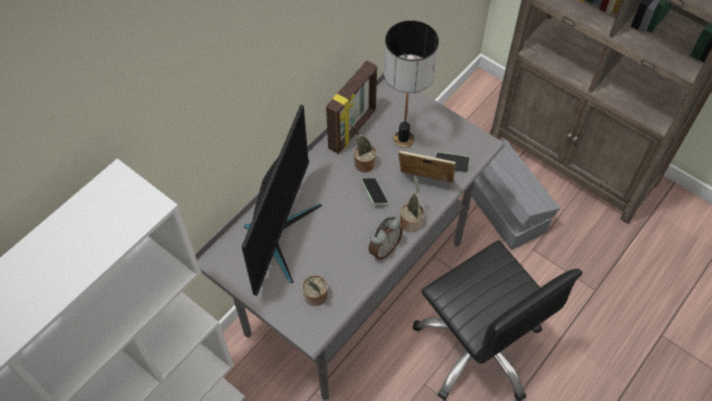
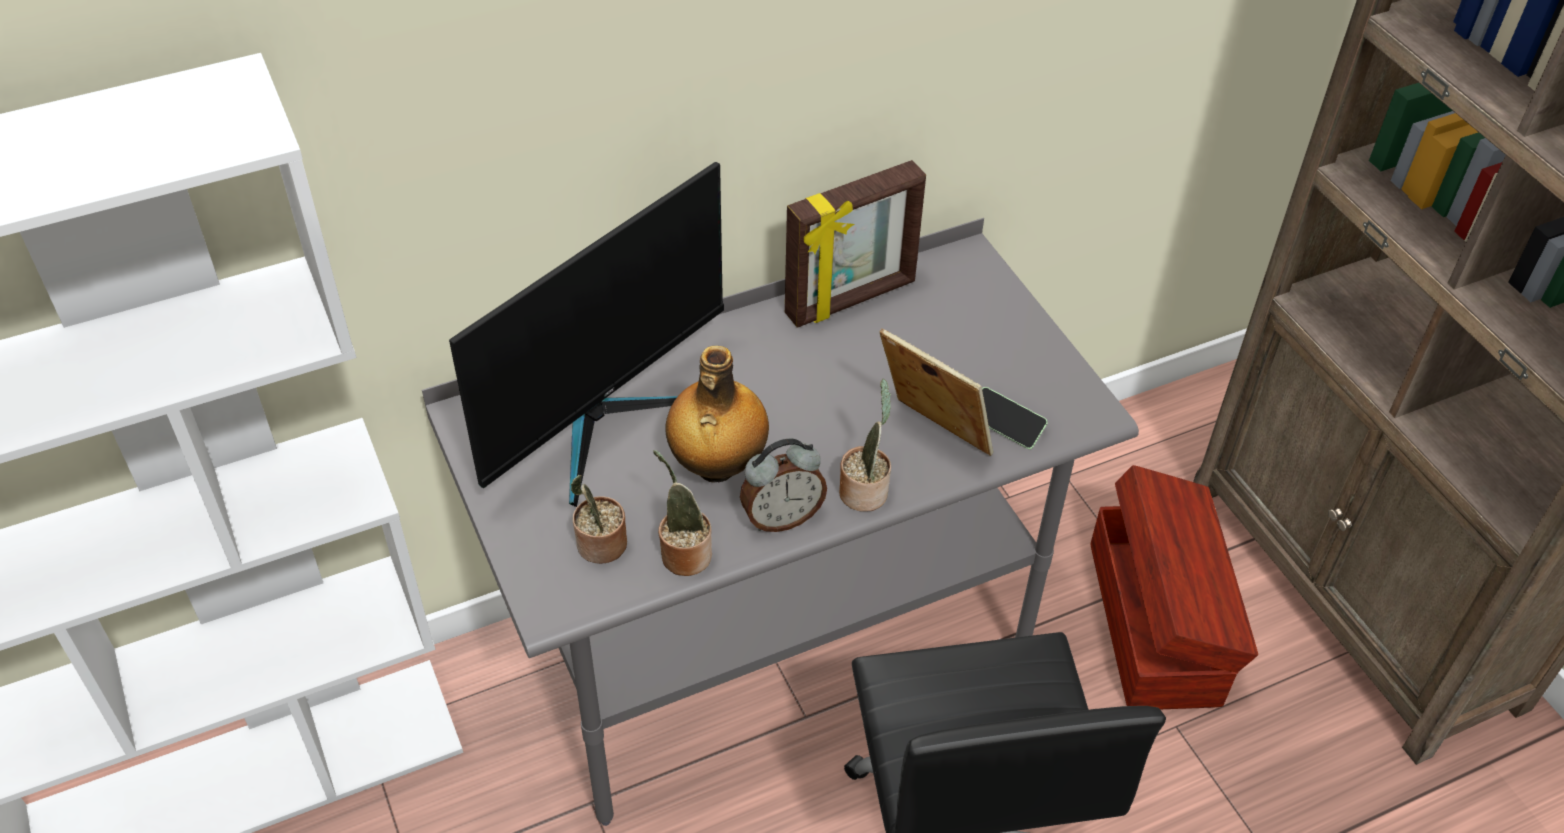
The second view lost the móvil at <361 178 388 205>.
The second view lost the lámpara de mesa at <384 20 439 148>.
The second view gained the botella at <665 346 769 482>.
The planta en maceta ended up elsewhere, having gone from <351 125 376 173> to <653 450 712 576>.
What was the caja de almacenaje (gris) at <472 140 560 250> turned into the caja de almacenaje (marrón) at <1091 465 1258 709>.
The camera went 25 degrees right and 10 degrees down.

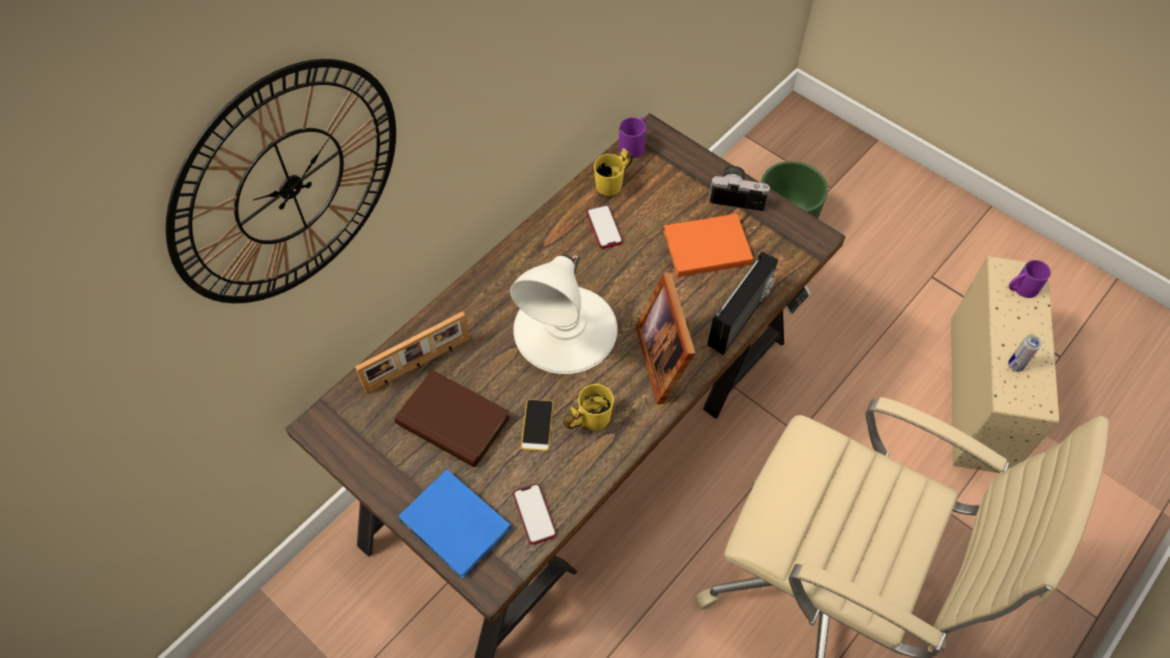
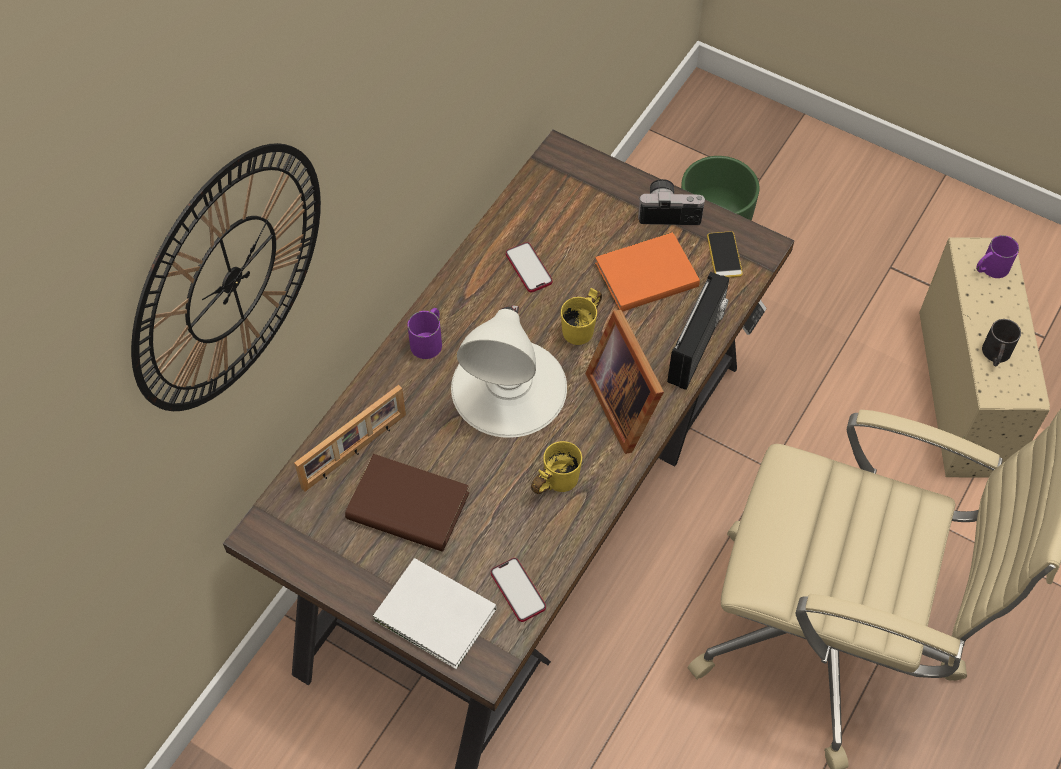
The móvil ended up elsewhere, having gone from <521 399 554 452> to <707 231 743 278>.
The taza grande (amarillo) ended up elsewhere, having gone from <594 148 633 196> to <561 288 602 345>.
The taza grande (morado) ended up elsewhere, having gone from <619 117 646 158> to <407 308 442 359>.
Where the lata stood at <1008 335 1042 372>, the taza grande (negro) came to stand at <982 319 1021 366>.
What was the libro (azul) at <398 469 511 579> turned into the libro (blanco) at <373 558 496 669>.
The camera went 10 degrees left and 0 degrees up.

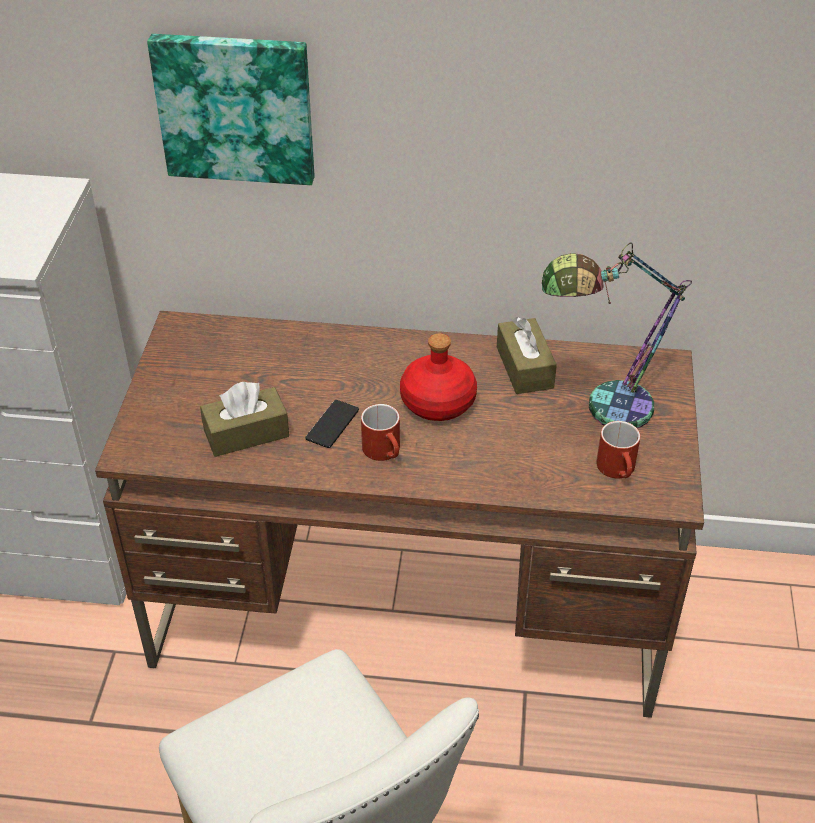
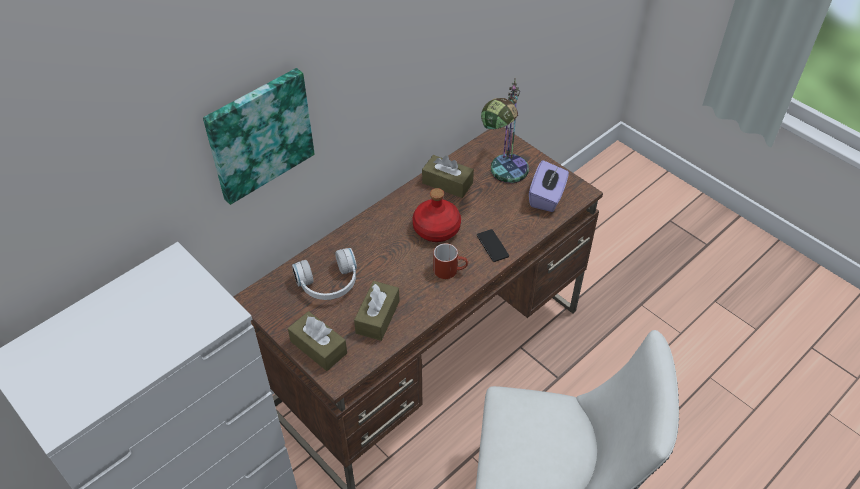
The second view gained the caja de pañuelos (marrón) at <288 311 347 371>.
The second view gained the auriculares (blanco) at <292 248 357 300>.
The móvil ended up elsewhere, having gone from <305 400 359 448> to <477 229 509 262>.
Where the taza grande (rojo) stood at <596 421 640 479>, the caja de pañuelos (morado) came to stand at <529 160 569 212>.
The camera went 50 degrees left and 5 degrees up.

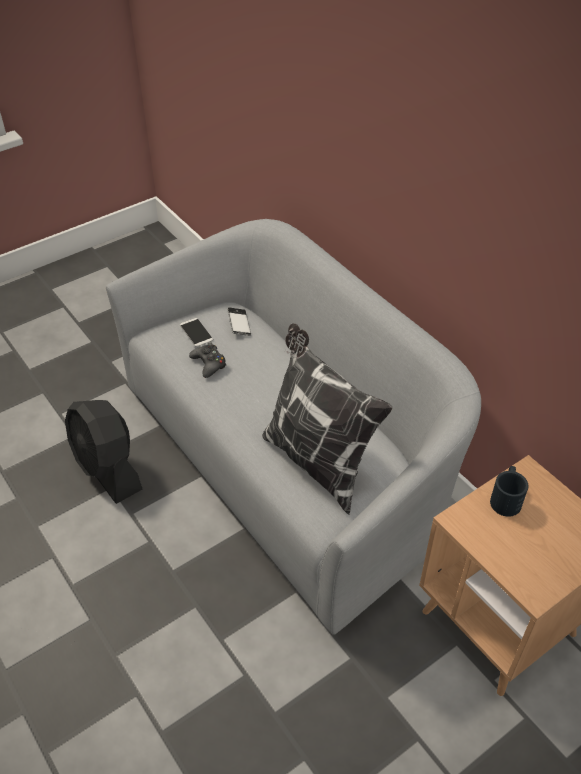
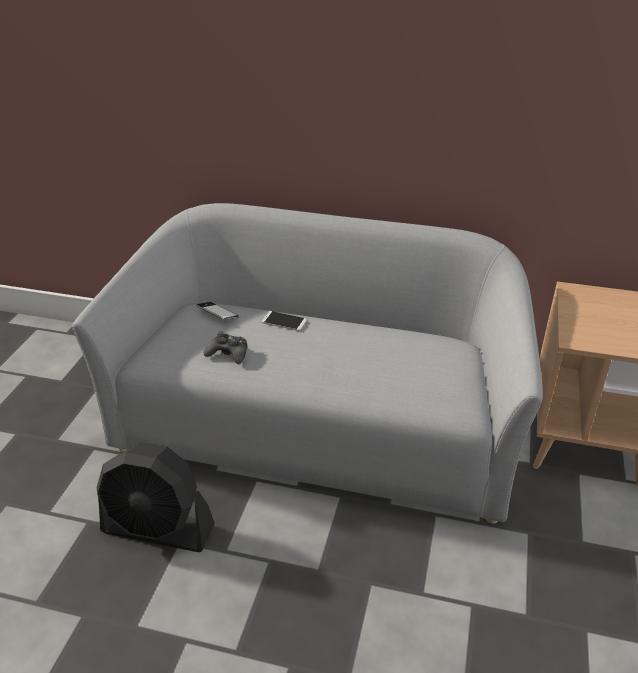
The second view lost the cojín at <262 323 393 514>.
The second view lost the taza grande (negro) at <490 466 529 517>.
The móvil ended up elsewhere, having gone from <180 318 213 347> to <262 311 307 331>.
The camera went 40 degrees left and 10 degrees down.

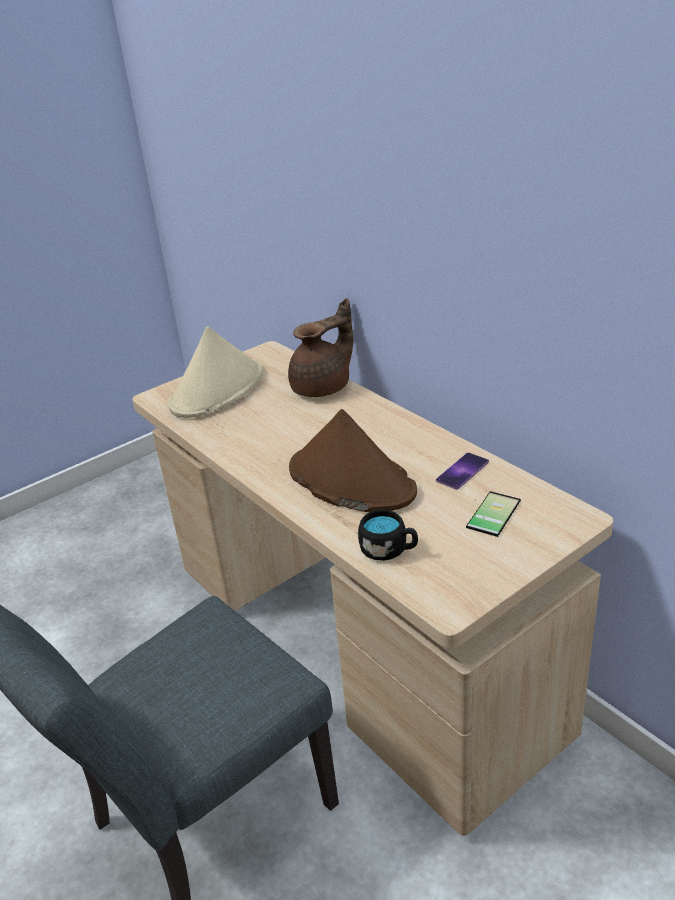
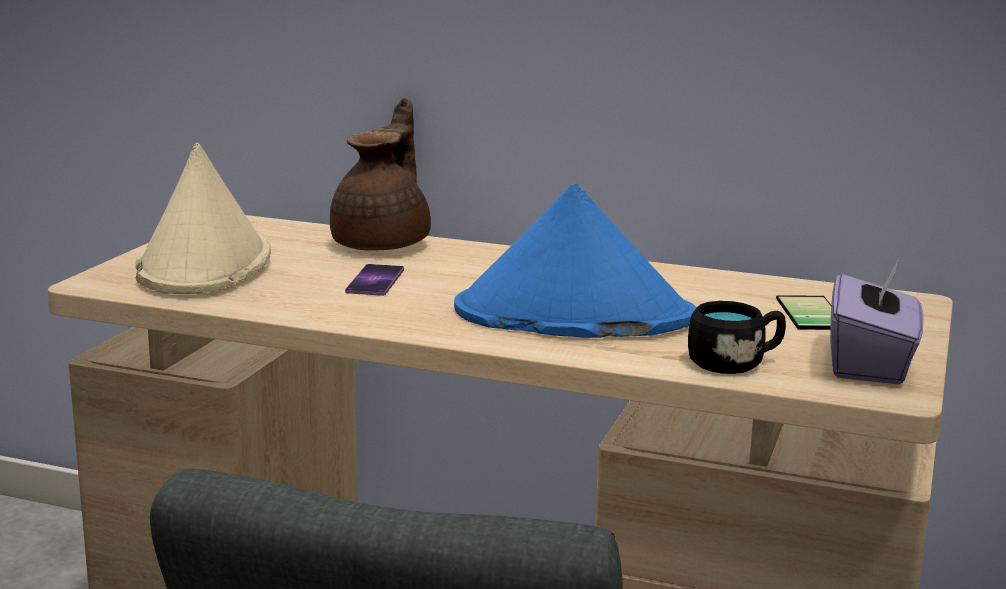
The second view gained the caja de pañuelos (morado) at <830 259 924 385>.
The móvil ended up elsewhere, having gone from <436 453 489 490> to <345 264 404 296>.
What was the sombrero (marrón) at <289 409 417 512> turned into the sombrero (azul) at <454 183 697 338>.
The camera went 35 degrees left and 15 degrees down.

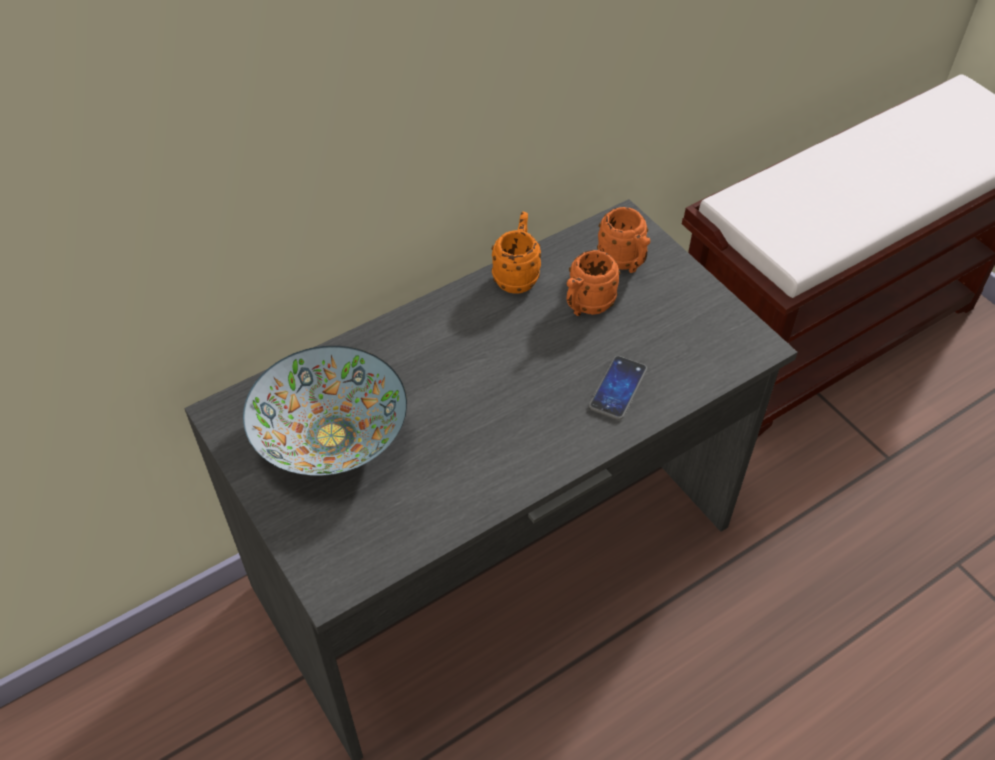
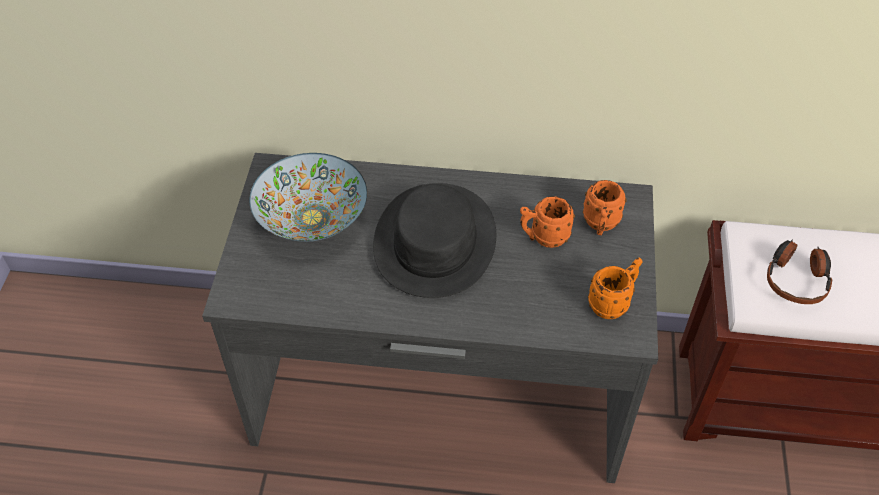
The second view lost the móvil at <589 356 647 420>.
The second view gained the sombrero (negro) at <373 183 496 298>.
The second view gained the auriculares at <767 239 832 304>.
The taza grande (naranja) ended up elsewhere, having gone from <492 212 541 293> to <588 258 643 319>.
The camera went 40 degrees right and 0 degrees up.

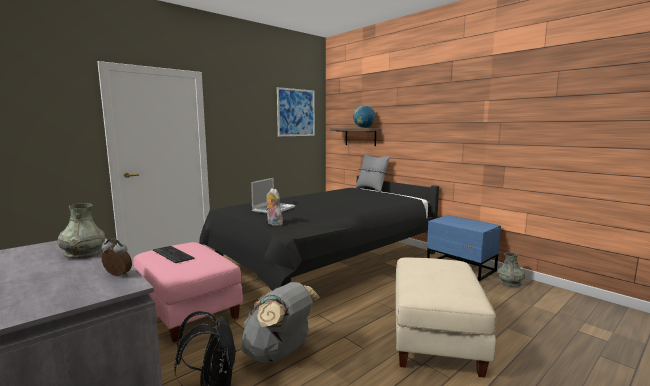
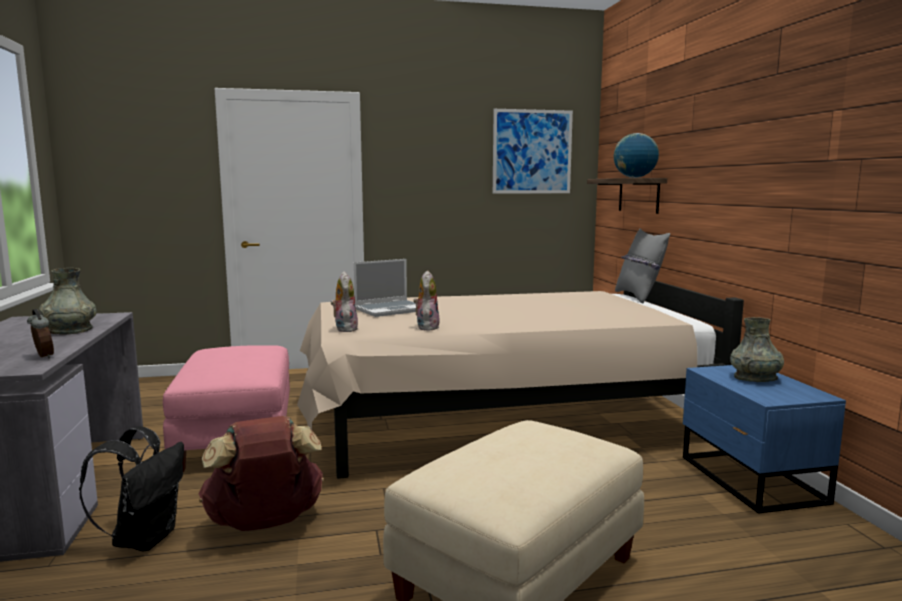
The second view lost the teclado at <153 246 195 263>.
The second view gained the peluche at <413 270 440 331>.
The florero (gris) ended up elsewhere, having gone from <497 252 525 287> to <730 317 784 382>.
What was the cama (negro) at <199 176 439 291> turned into the cama (beis) at <297 281 744 479>.
What was the mochila (gris) at <241 282 320 363> turned into the mochila (marrón) at <199 416 324 531>.
The camera went 30 degrees right and 0 degrees up.

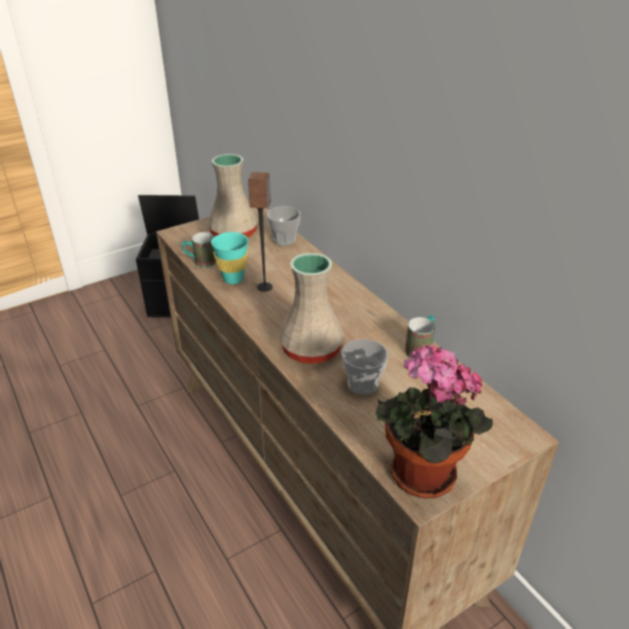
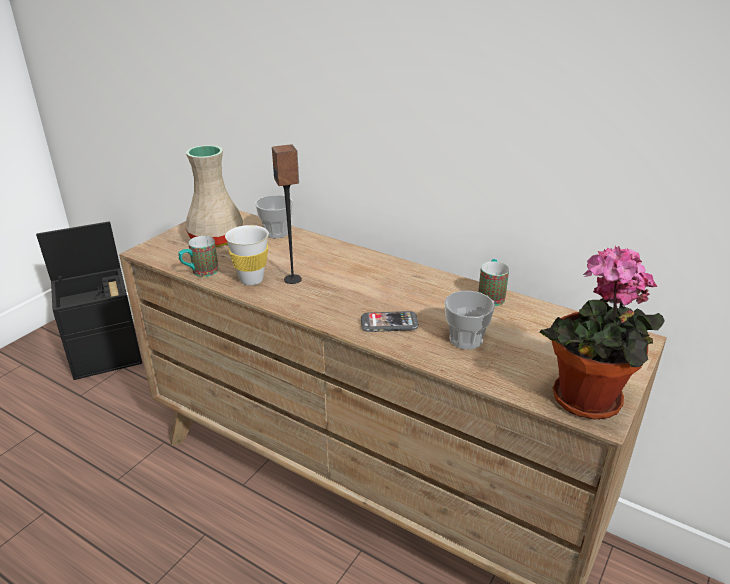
Where the florero (beis) stood at <279 253 344 364>, the móvil came to stand at <361 311 419 332>.
What was the taza (turquesa) at <211 232 249 284> turned into the taza (blanco) at <225 225 269 285>.
The camera went 25 degrees left and 5 degrees down.

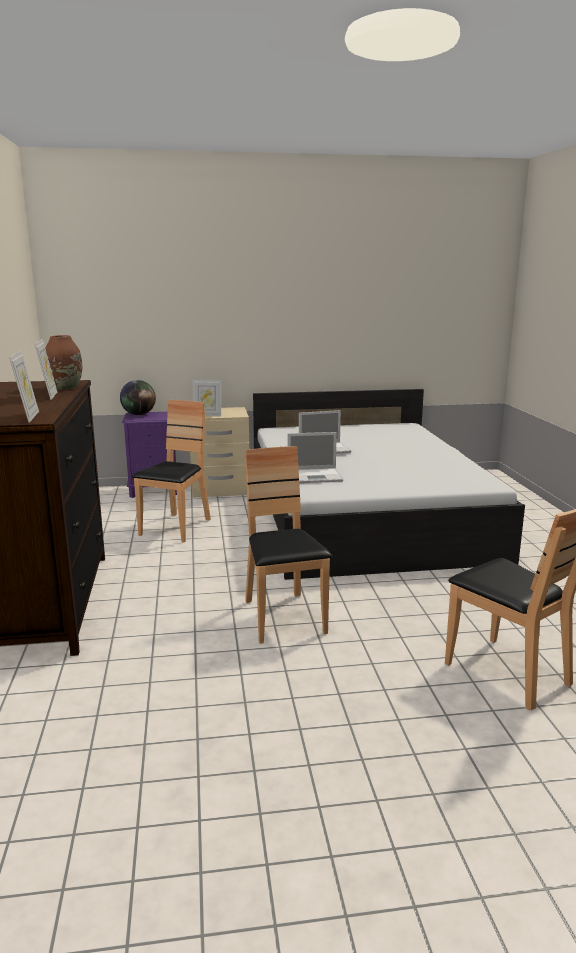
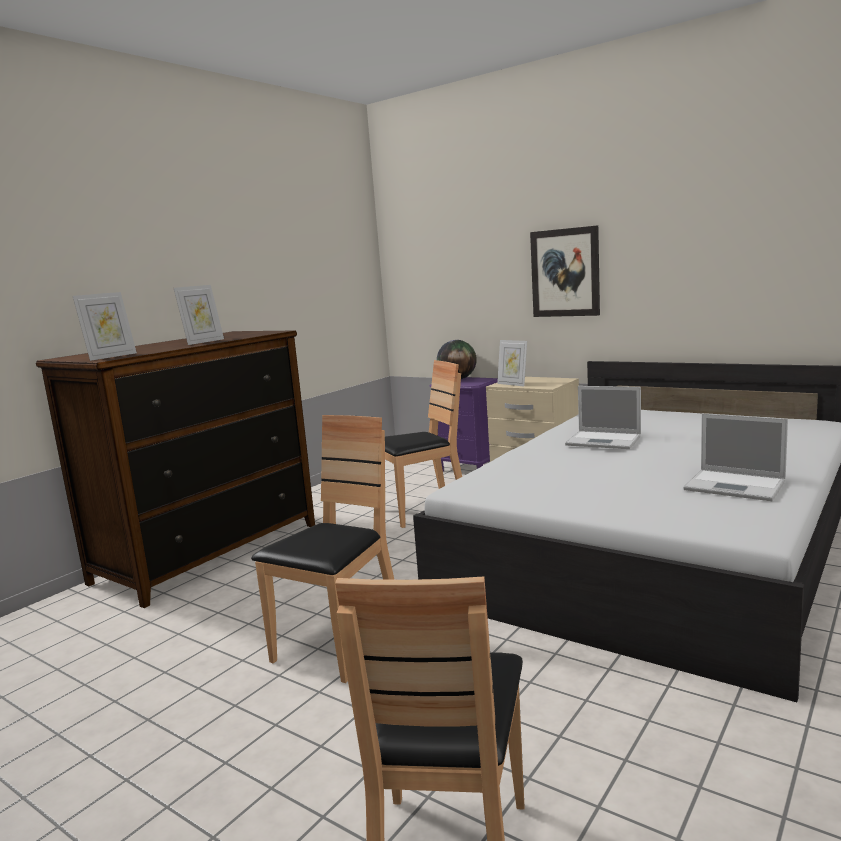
The second view lost the florero (marrón) at <45 335 82 390>.
The second view gained the cuadro at <530 226 600 317>.
The portátil ended up elsewhere, having gone from <288 432 343 483> to <683 413 788 501>.
The camera went 45 degrees right and 5 degrees down.

